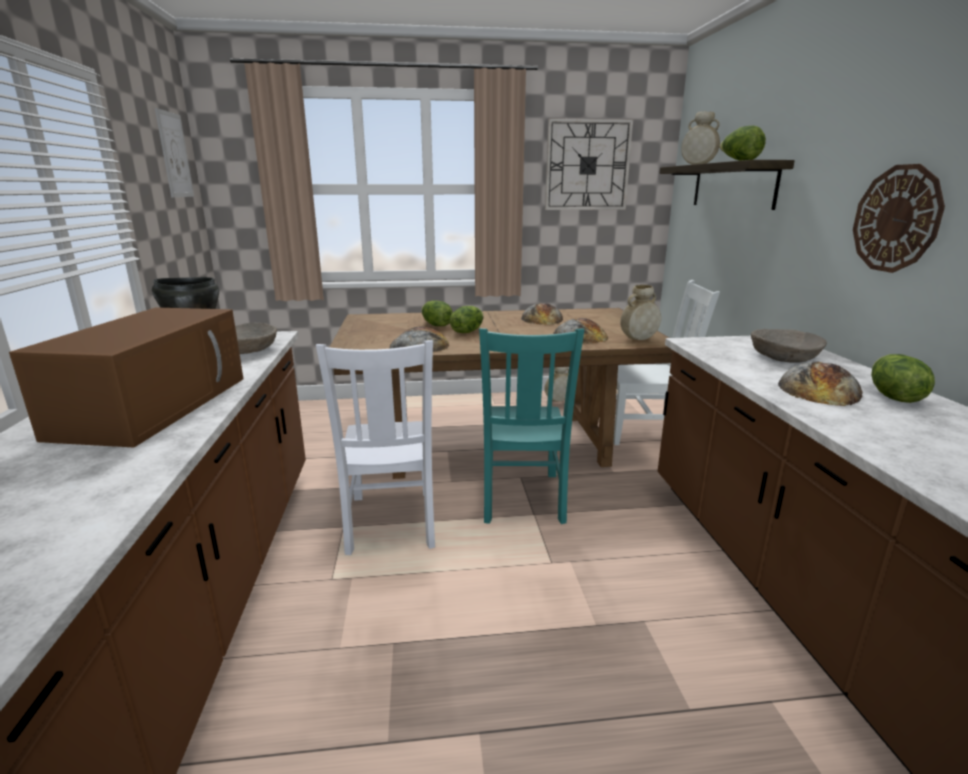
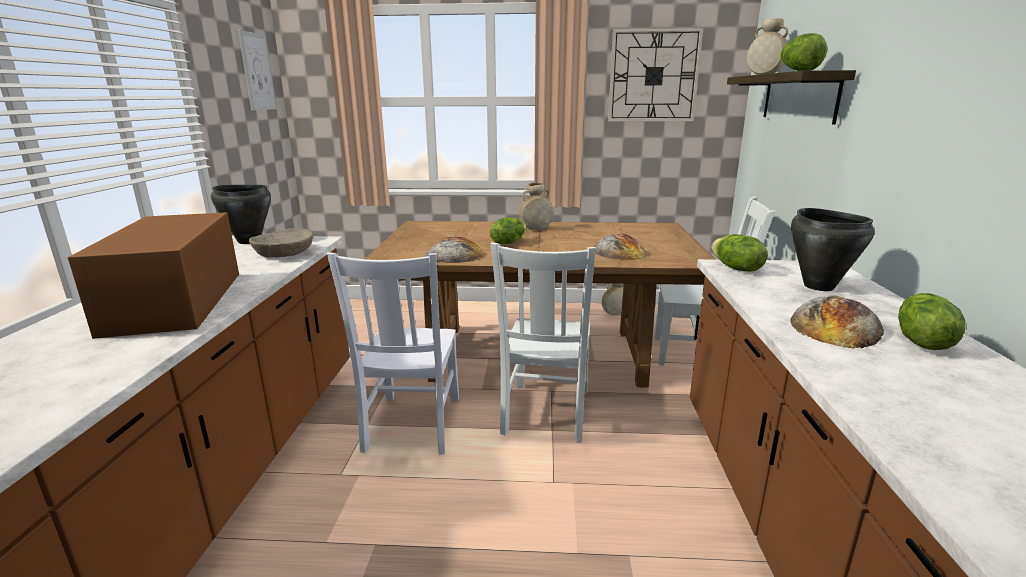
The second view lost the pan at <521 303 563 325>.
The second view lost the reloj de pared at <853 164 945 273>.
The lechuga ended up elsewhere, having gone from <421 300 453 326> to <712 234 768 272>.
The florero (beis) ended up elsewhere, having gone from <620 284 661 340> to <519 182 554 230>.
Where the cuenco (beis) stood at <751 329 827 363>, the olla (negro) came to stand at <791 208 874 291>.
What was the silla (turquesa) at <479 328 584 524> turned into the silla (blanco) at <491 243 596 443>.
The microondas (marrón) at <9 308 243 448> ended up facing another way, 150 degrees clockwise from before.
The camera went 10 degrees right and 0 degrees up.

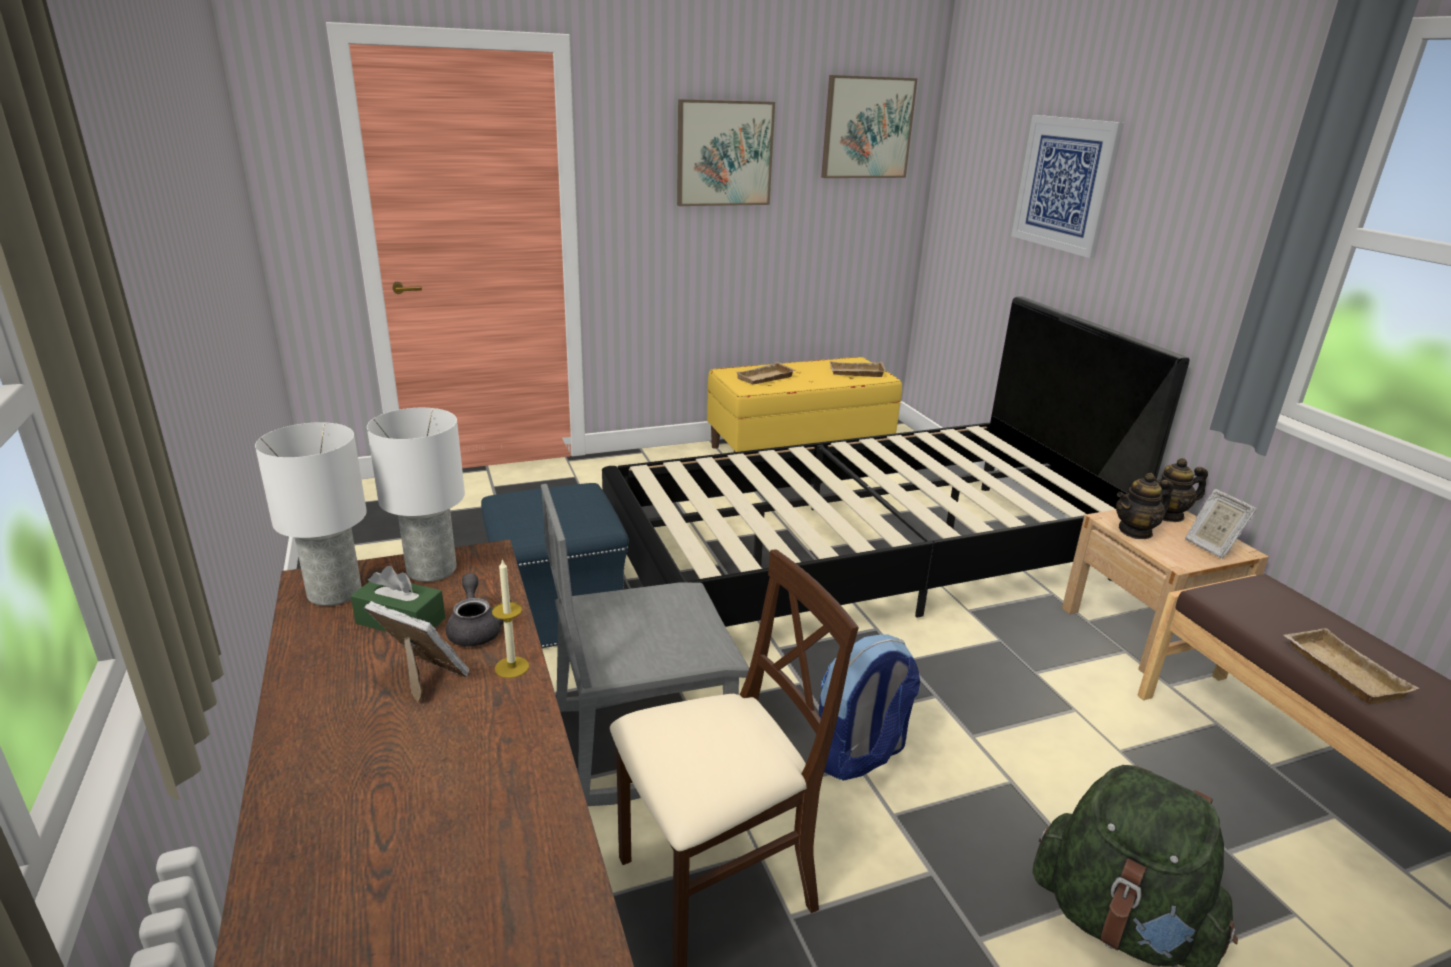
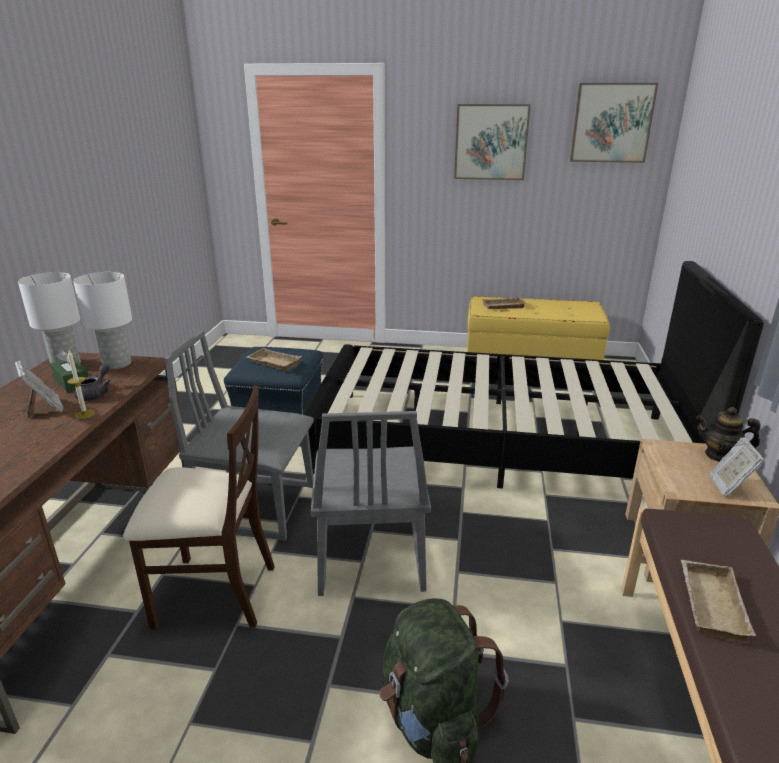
The second view lost the cuadro at <1011 115 1124 258>.
The second view lost the tetera at <1116 473 1173 539>.
The bandeja (beis) ended up elsewhere, having gone from <830 361 886 377> to <247 348 302 371>.
Where the mochila stood at <819 635 920 781>, the silla (gris) came to stand at <311 411 431 596>.
The camera went 30 degrees right and 0 degrees up.

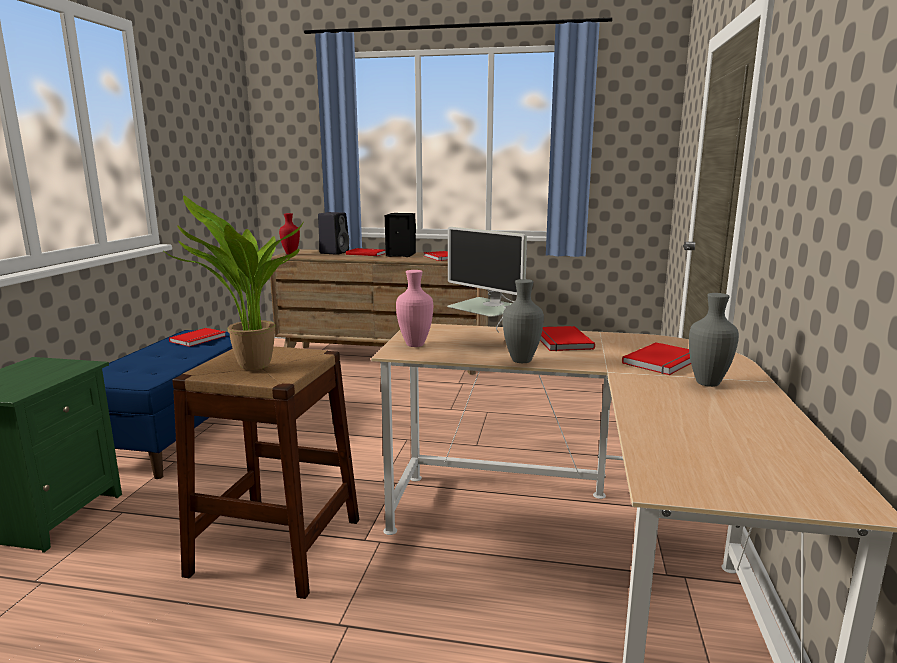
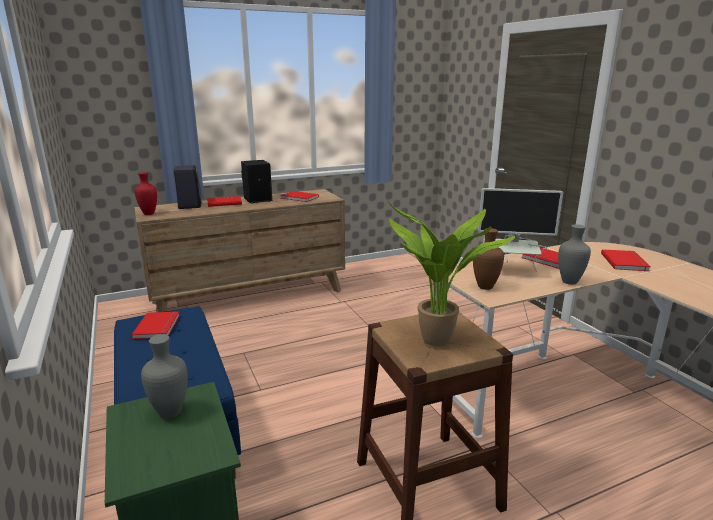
The florero (gris) ended up elsewhere, having gone from <689 293 739 387> to <141 334 188 419>.
What was the florero (rosa) at <396 270 433 347> turned into the florero (marrón) at <473 228 504 290>.
The camera went 35 degrees left and 5 degrees up.

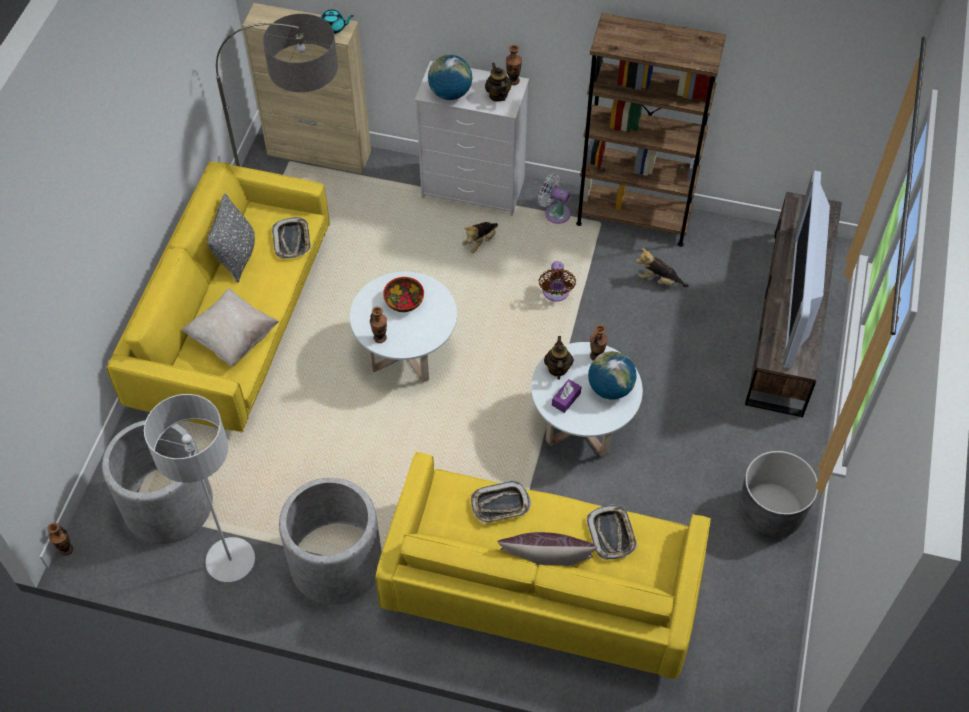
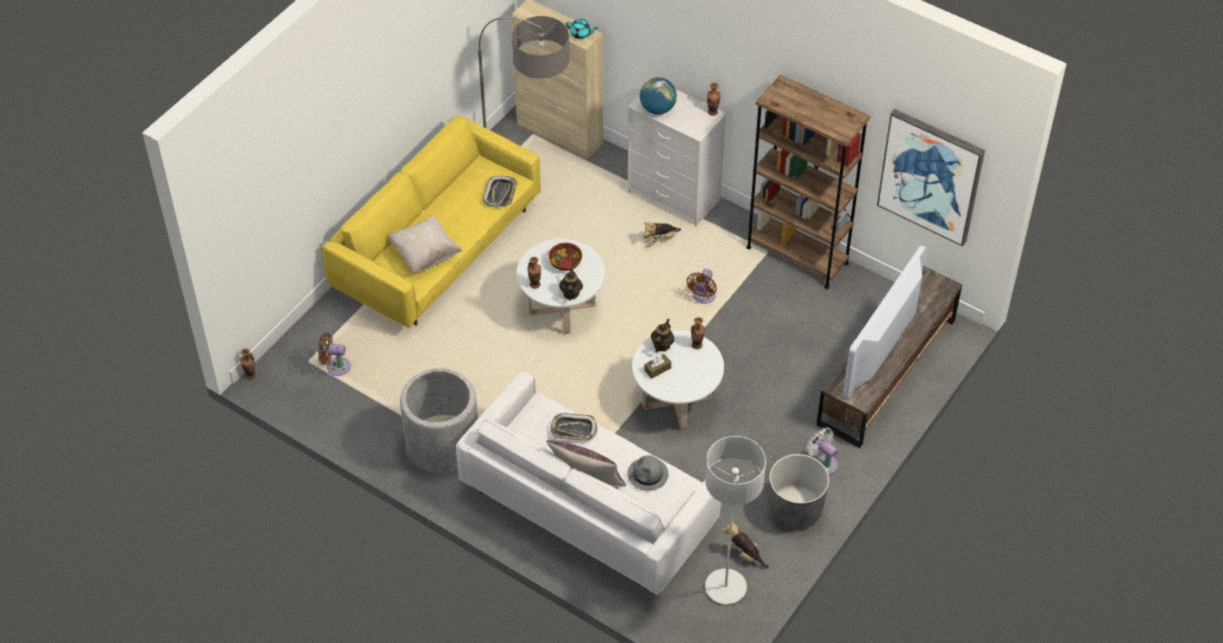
The second view lost the cojín (gris) at <207 194 255 283>.
The second view lost the globo terráqueo at <588 351 637 400>.
The second view gained the cuadro at <877 109 985 247>.
The lámpara de pie (gris) ended up elsewhere, having gone from <144 394 255 582> to <705 436 766 604>.
The tetera ended up elsewhere, having gone from <485 63 512 102> to <559 266 583 300>.
The ventilador (blanco) ended up elsewhere, having gone from <538 173 571 224> to <807 427 838 475>.
The peluche ended up elsewhere, having gone from <635 248 689 287> to <722 520 769 568>.
Where the maceta (gris) stood at <102 420 213 544>, the ventilador (marrón) came to stand at <318 332 351 376>.
Where the bandeja stood at <587 504 638 560>, the sombrero (gris) came to stand at <627 455 669 490>.
What was the sofá (amarillo) at <376 452 711 680> turned into the sofá (blanco) at <456 371 722 595>.
What was the caja de pañuelos (morado) at <552 379 581 413> turned into the caja de pañuelos (marrón) at <644 354 671 379>.
The camera went 20 degrees right and 5 degrees down.

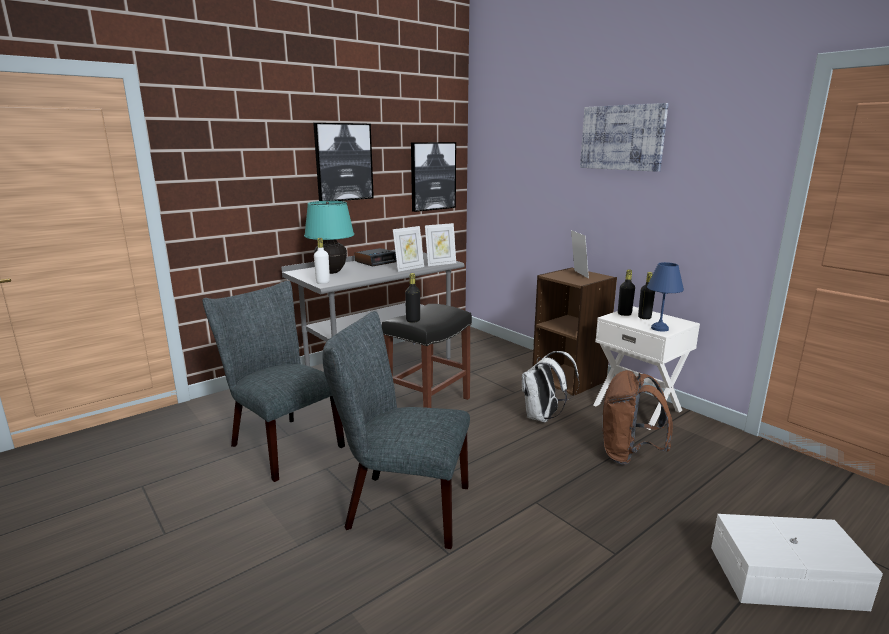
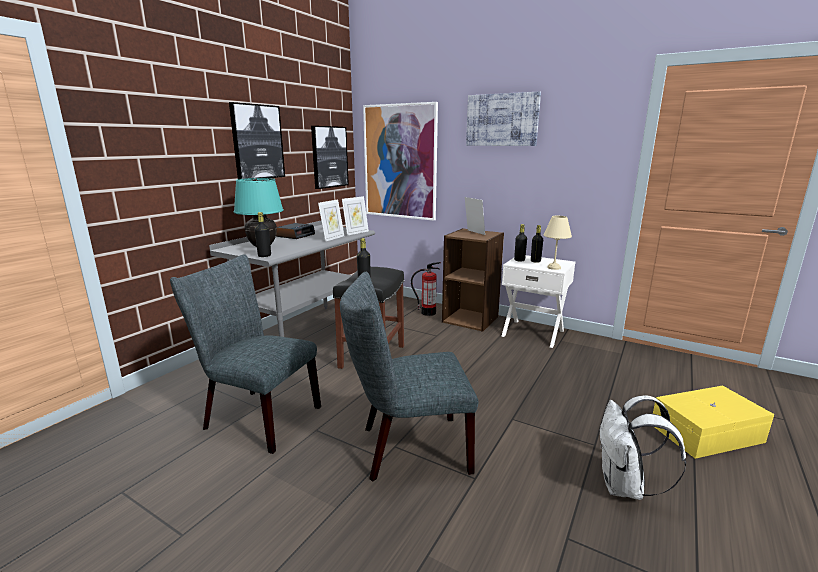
The second view lost the mochila (marrón) at <602 370 673 465>.
The second view gained the cuadro at <363 102 438 221>.
The second view gained the extintor at <411 262 441 316>.
The mochila (blanco) ended up elsewhere, having gone from <522 351 579 423> to <600 395 686 500>.
What was the botella (blanco) at <314 238 330 284> turned into the botella (negro) at <255 212 271 257>.
What was the lámpara de mesa (azul) at <647 262 684 332> turned into the lámpara de mesa (beis) at <544 216 572 270>.
What was the caja de almacenaje (blanco) at <711 514 883 611> turned into the caja de almacenaje (amarillo) at <653 386 774 459>.
The camera went 20 degrees left and 0 degrees up.

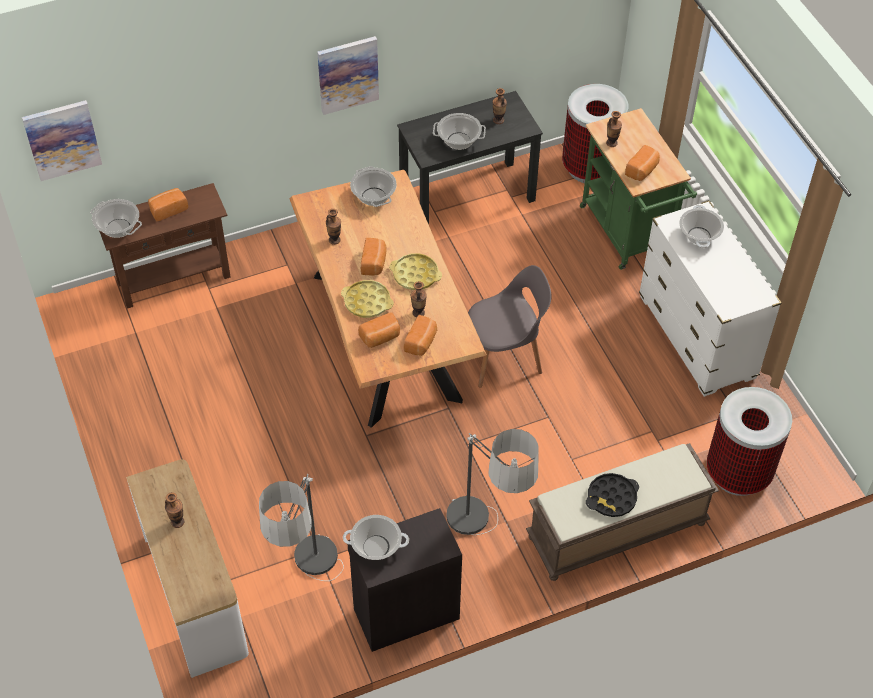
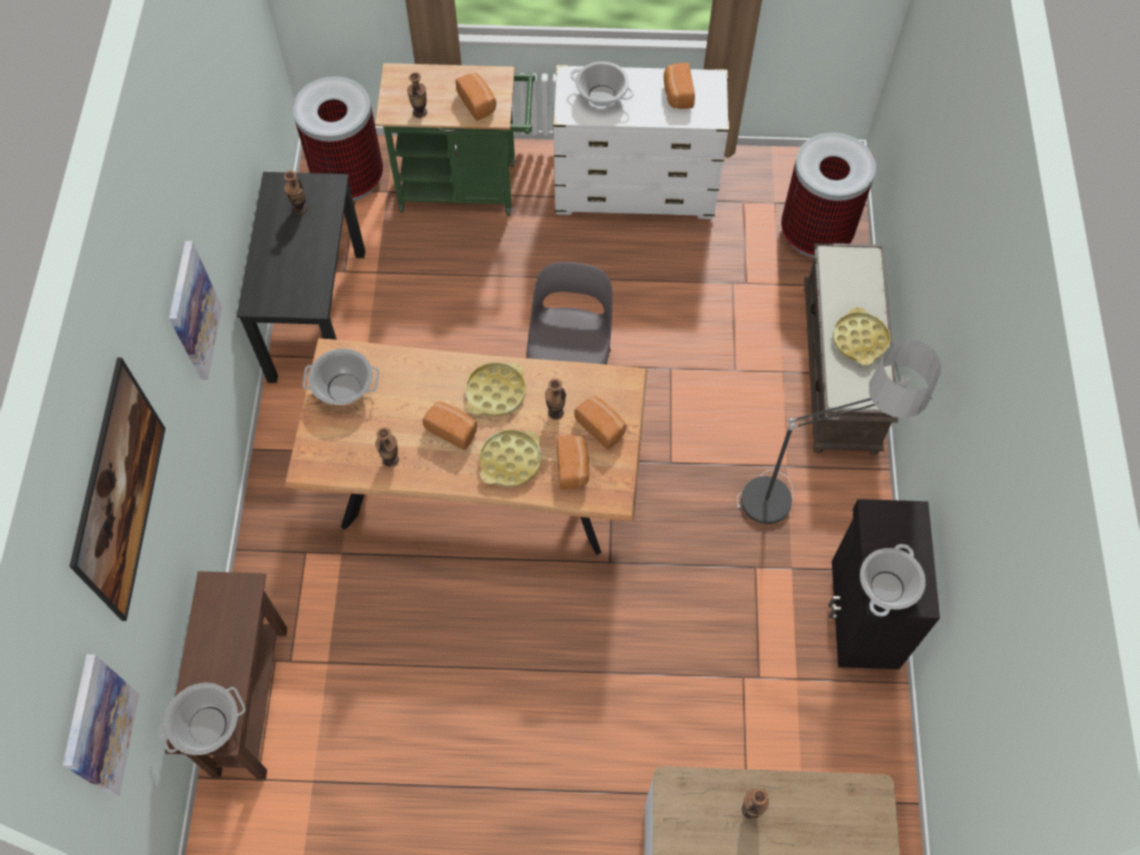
The second view lost the lámpara de pie at <259 474 344 581>.
The second view lost the olla at <433 113 486 150>.
The second view gained the cuadro at <69 357 166 621>.
The pan ended up elsewhere, having gone from <148 188 188 221> to <664 62 695 109>.
What was the bandeja (negro) at <586 473 639 517> turned into the bandeja (amarillo) at <833 307 890 365>.
The camera went 65 degrees left and 10 degrees up.

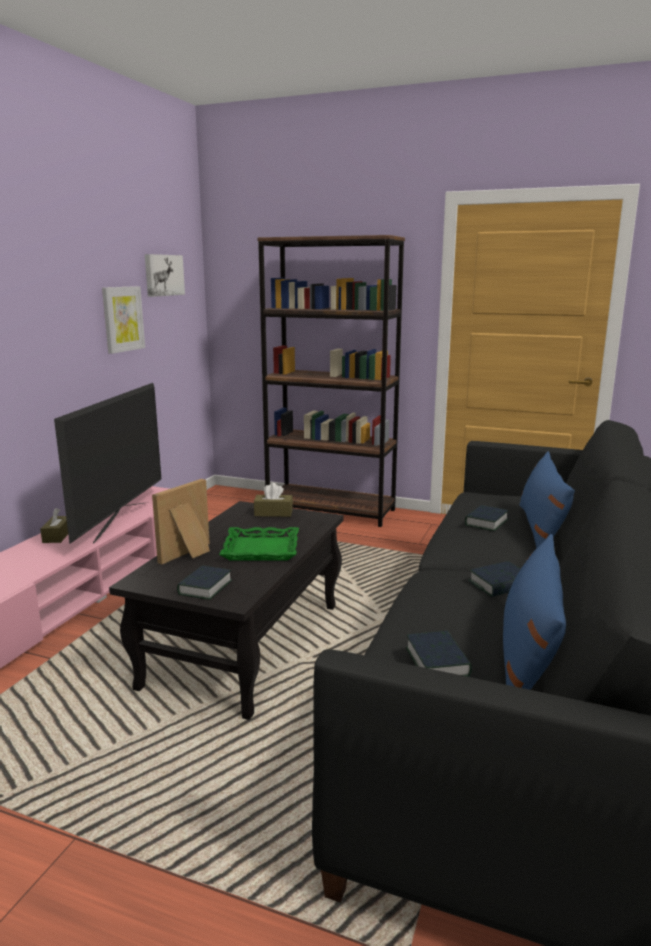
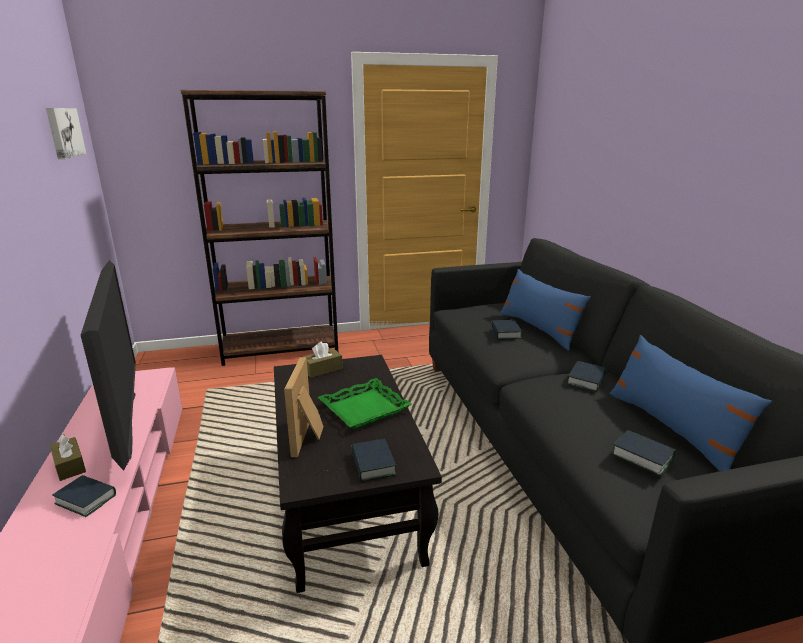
The second view lost the cuadro at <102 286 145 354>.
The second view gained the libro at <52 475 116 517>.
The camera went 35 degrees left and 5 degrees up.

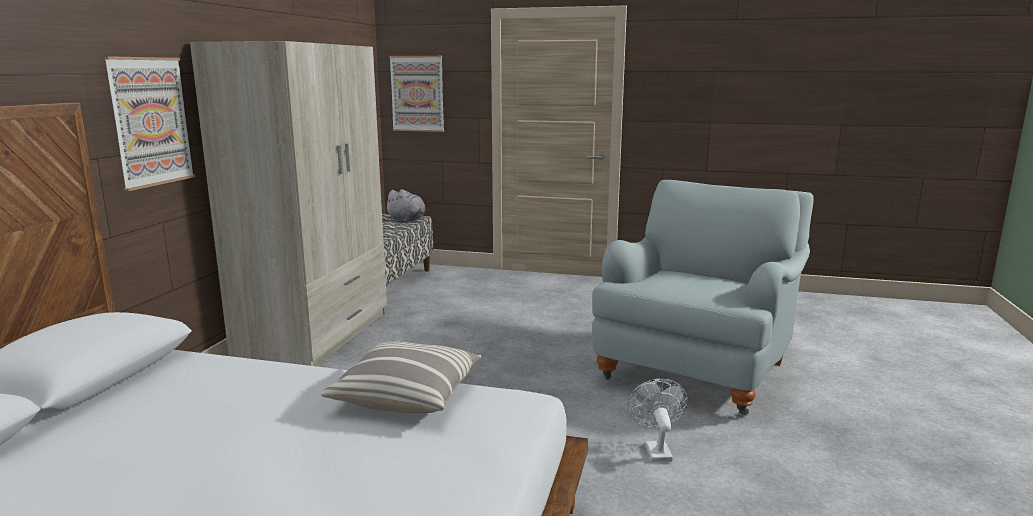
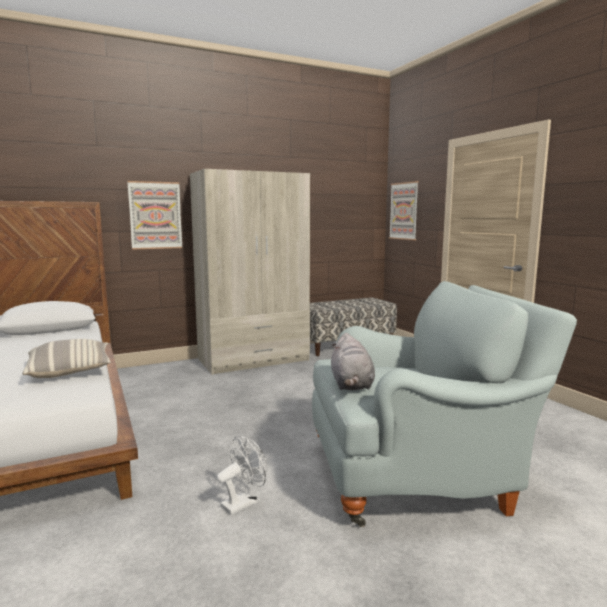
The peluche (gris) ended up elsewhere, having gone from <384 189 426 222> to <331 333 375 390>.
The camera went 50 degrees right and 5 degrees down.

